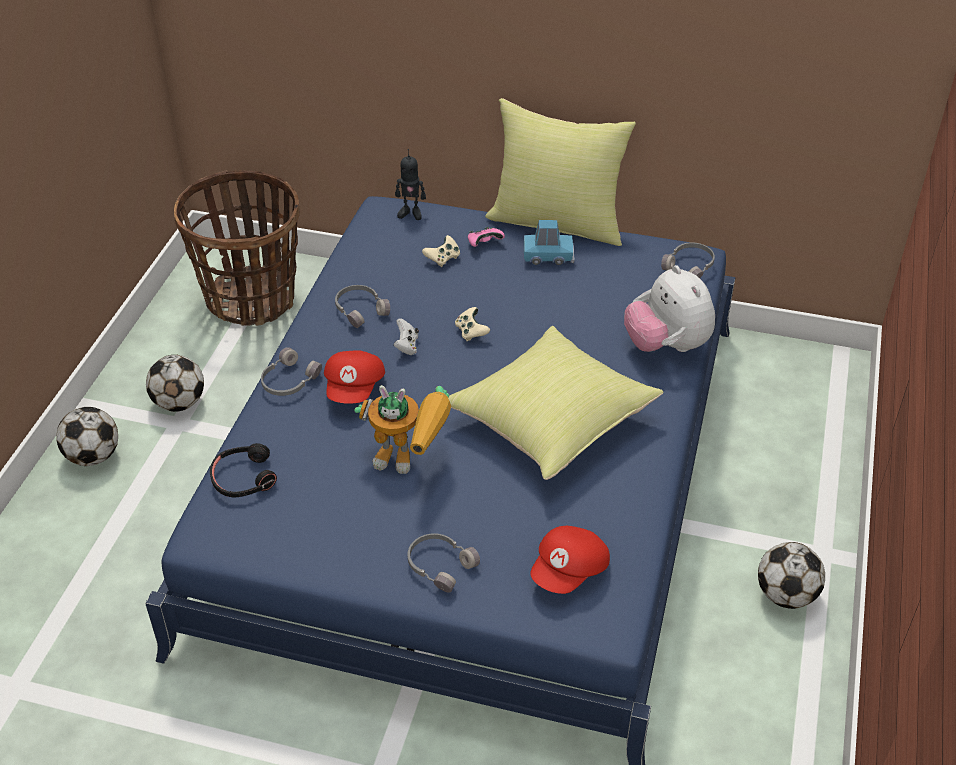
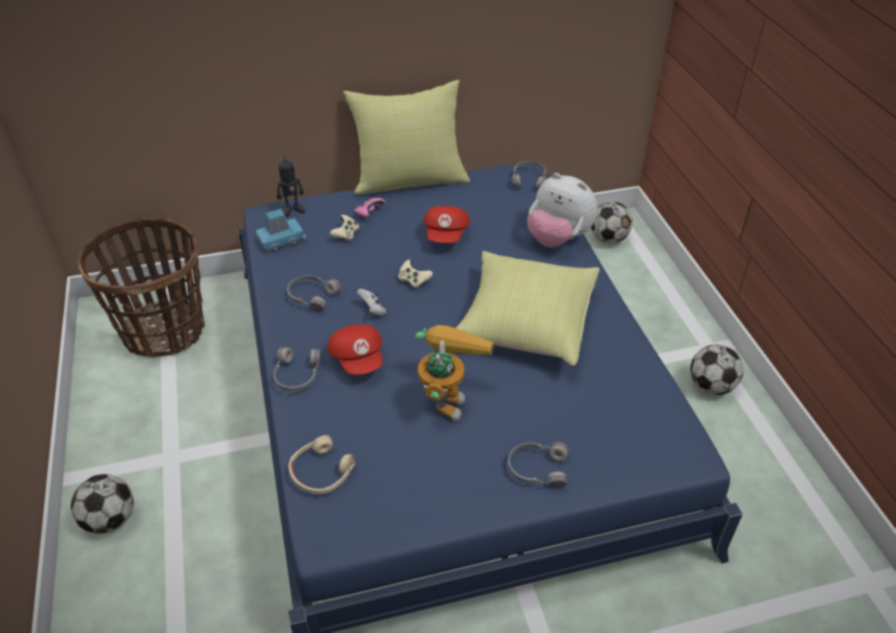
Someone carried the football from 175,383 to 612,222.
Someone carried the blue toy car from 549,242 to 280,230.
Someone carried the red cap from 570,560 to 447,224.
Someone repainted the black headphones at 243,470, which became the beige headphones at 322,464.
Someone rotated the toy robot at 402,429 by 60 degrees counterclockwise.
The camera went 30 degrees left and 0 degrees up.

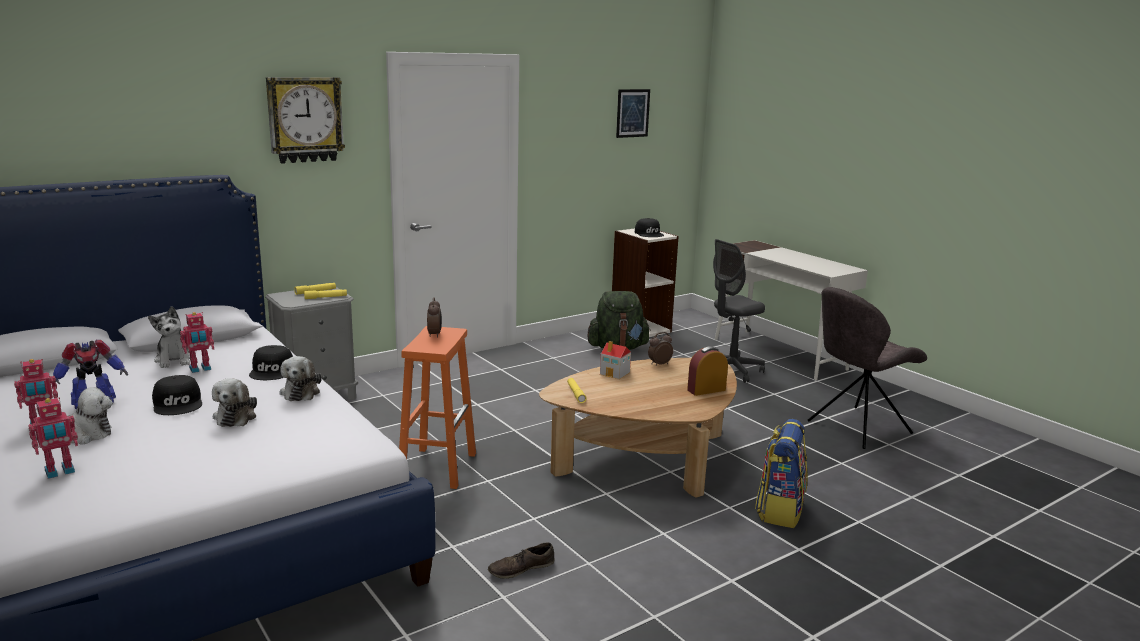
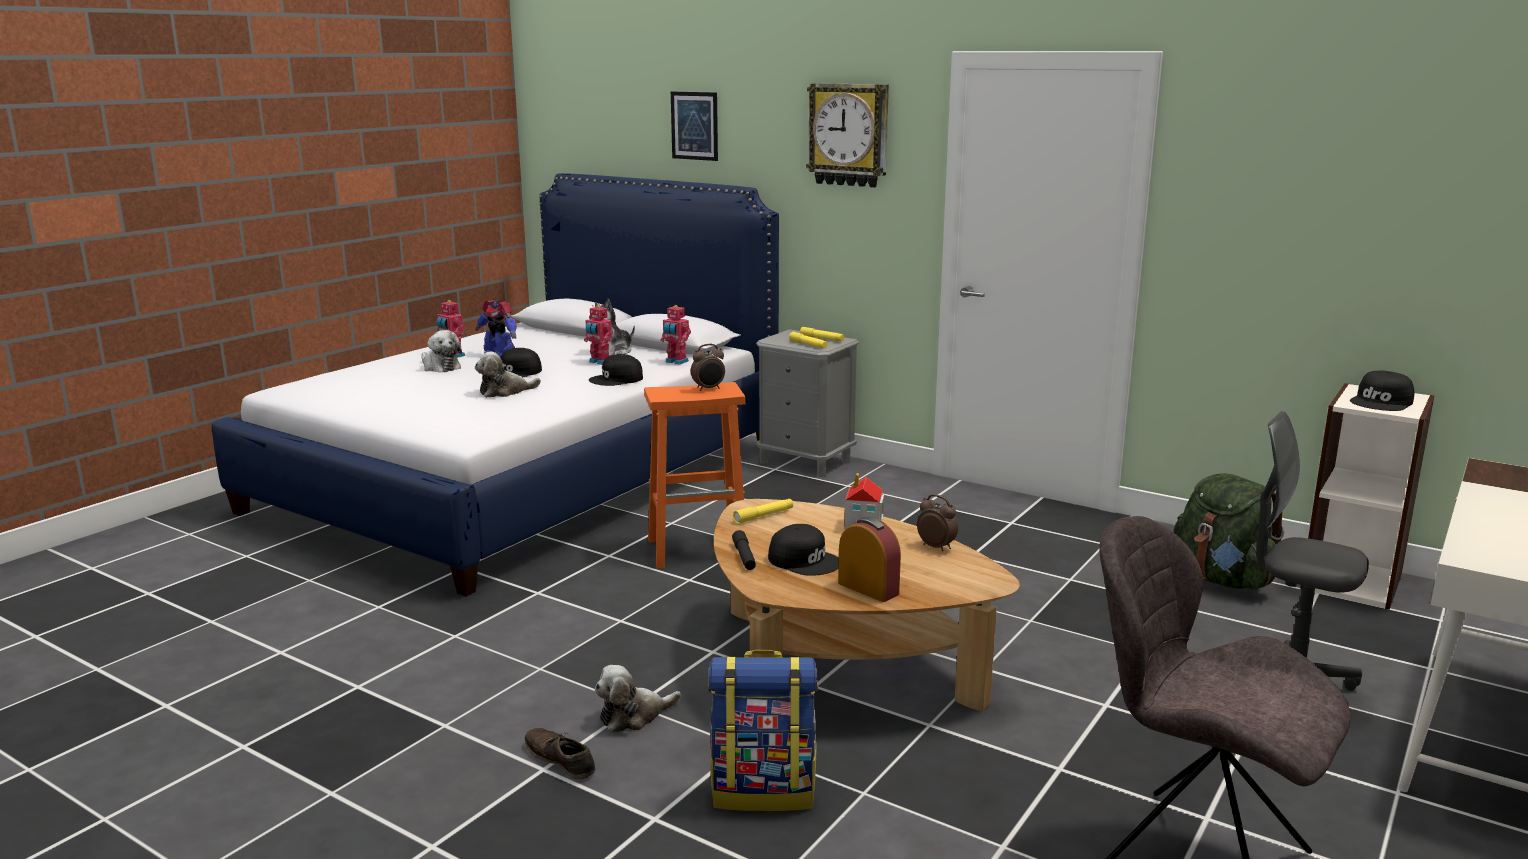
Someone put down the black flashlight at 744,550.
Someone put down the black cap at 803,550.
Someone carried the toy robot from 53,438 to 676,335.
Someone carried the plush toy from 300,378 to 638,699.
Someone carried the brown shoe from 521,561 to 560,754.
Someone carried the picture from 633,113 to 694,126.
The camera went 70 degrees right and 0 degrees up.

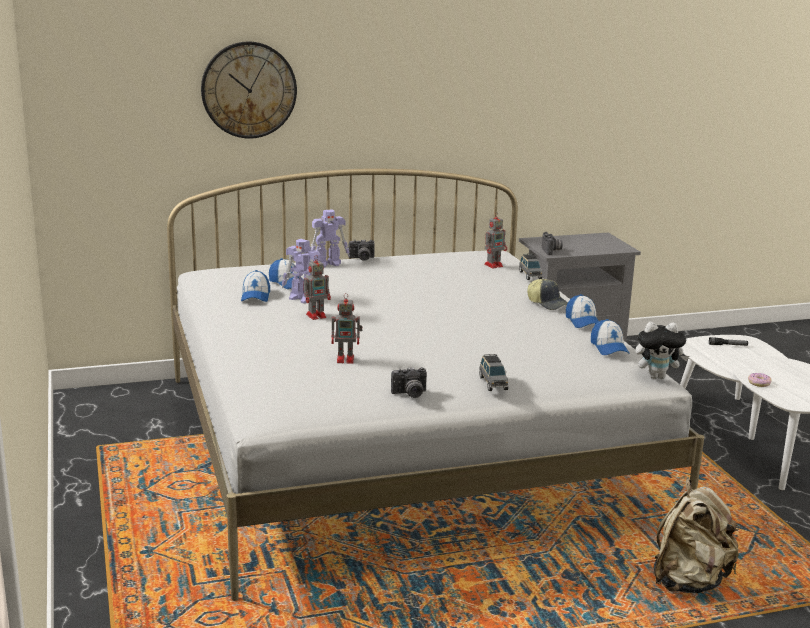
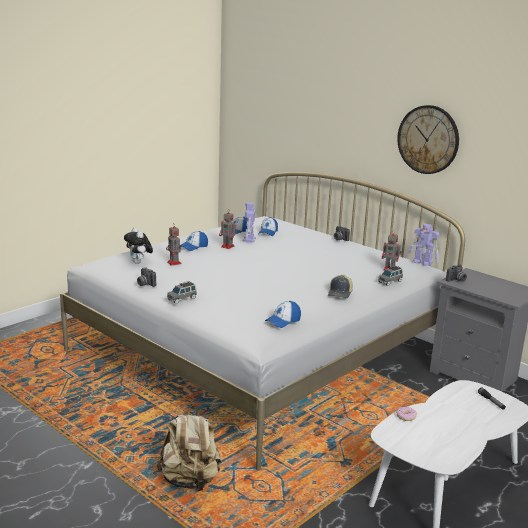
Someone carried the wall clock from 249,90 to 428,139.
Someone carried the toy robot from 330,238 to 423,245.
Someone carried the cap from 582,311 to 194,241.
Someone carried the plush toy from 662,350 to 138,245.
The camera went 60 degrees right and 0 degrees up.

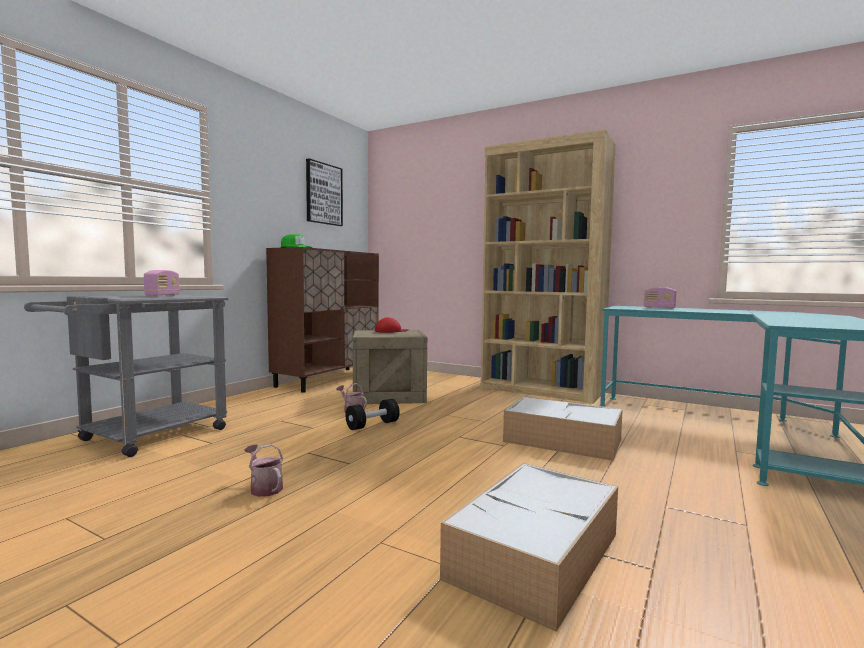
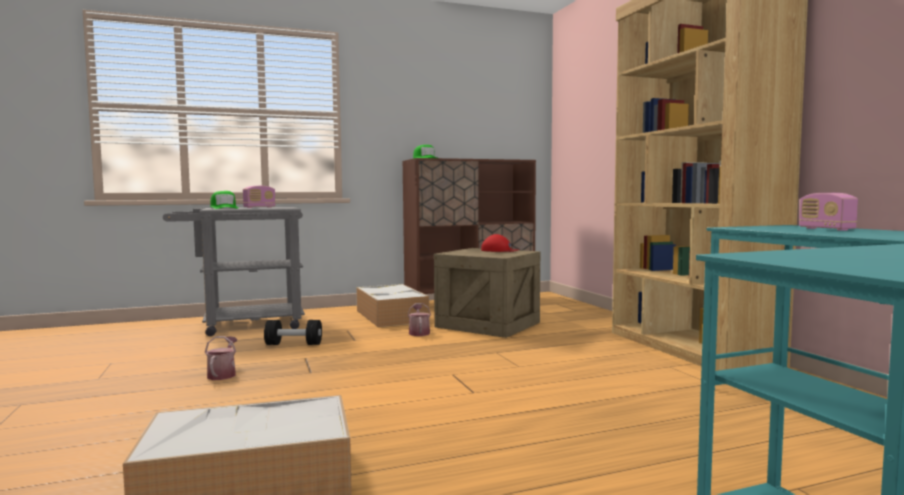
Someone took away the picture at 324,192.
Someone put down the green cap at 224,200.
Someone carried the black dumbbell from 372,414 to 293,332.
Someone carried the storage box from 563,429 to 392,305.
The camera went 40 degrees right and 0 degrees up.

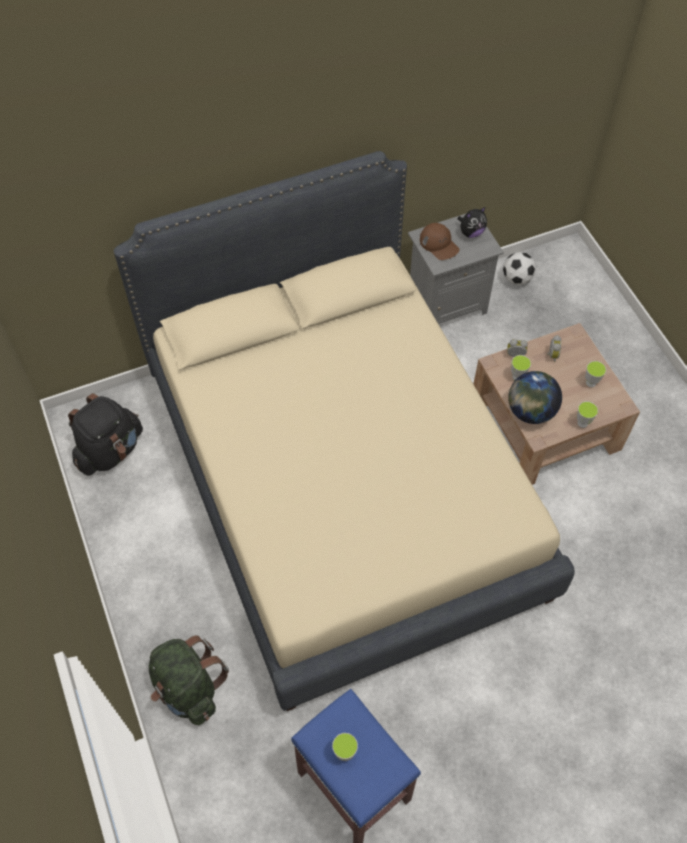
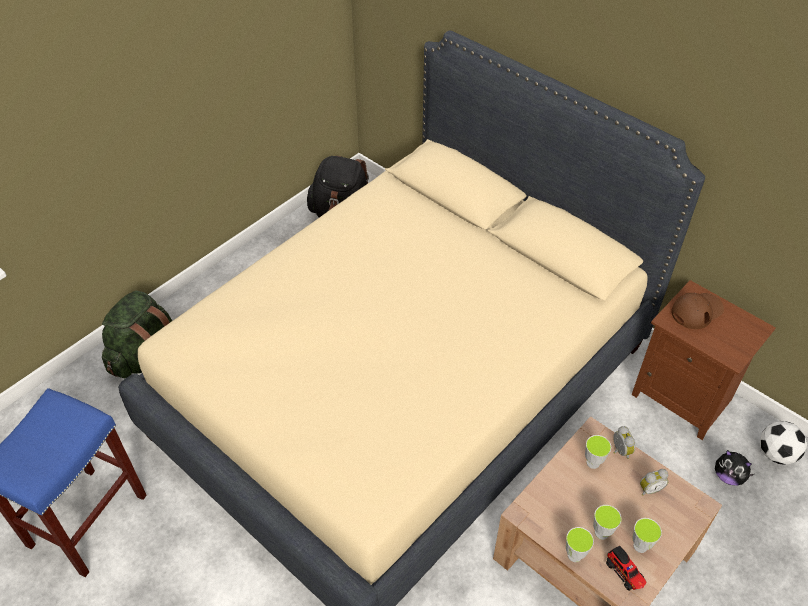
Someone took away the globe at 535,397.
Someone put down the toy truck at 626,568.
Someone carried the cup from 345,747 to 607,522.
Someone carried the plush toy from 472,222 to 734,468.
Someone repainted the grey nightstand at 456,269, which became the brown nightstand at 703,360.
Someone rotated the brown cap at 440,241 by 150 degrees counterclockwise.
The camera went 65 degrees right and 10 degrees down.

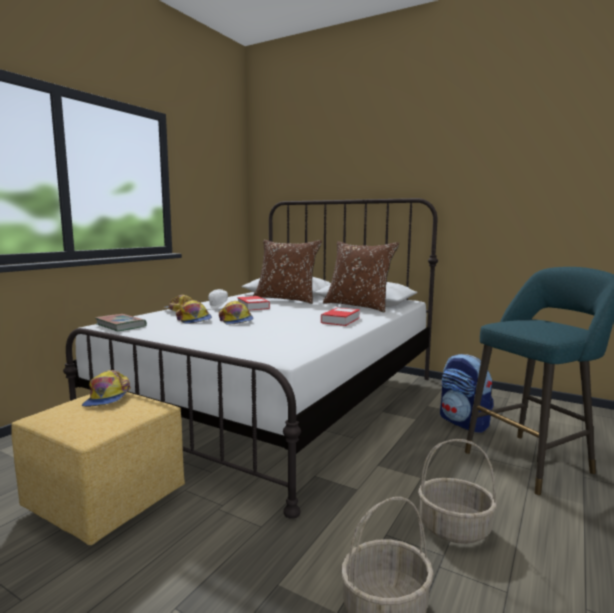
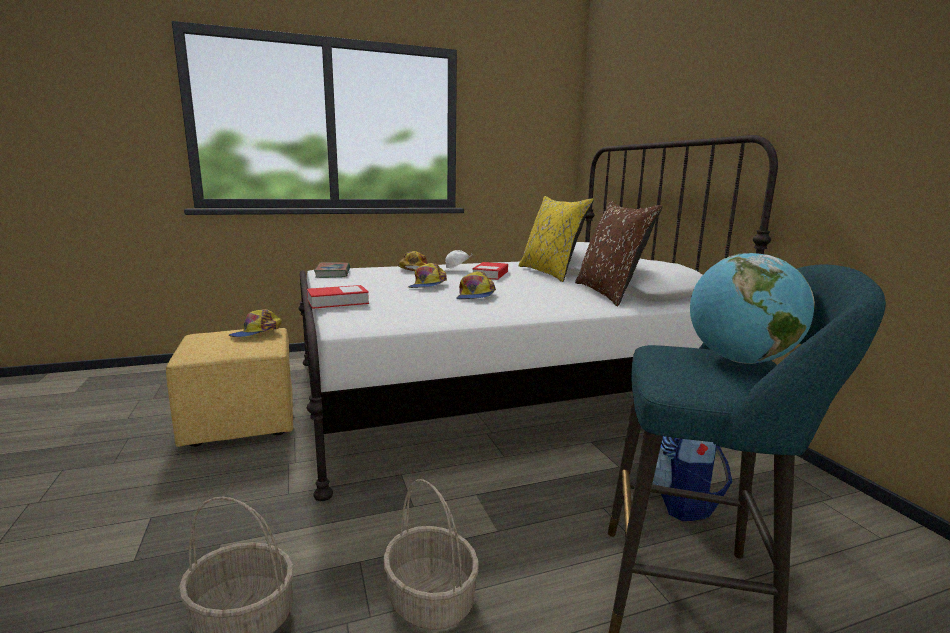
Someone put down the globe at 752,308.
Someone carried the cap from 194,312 to 476,285.
Someone carried the book from 340,316 to 338,297.
Someone repainted the brown pillow at 287,272, which became the yellow pillow at 556,239.
The camera went 40 degrees right and 5 degrees up.

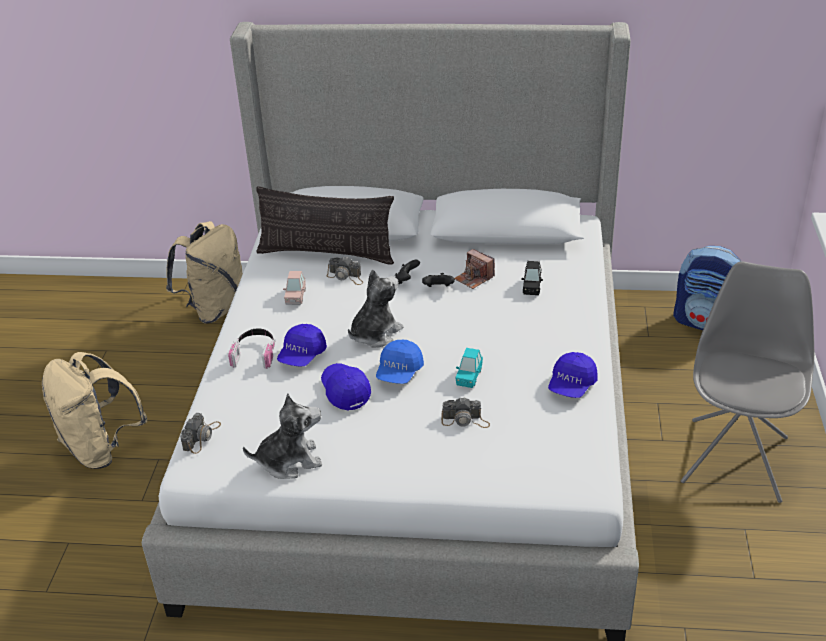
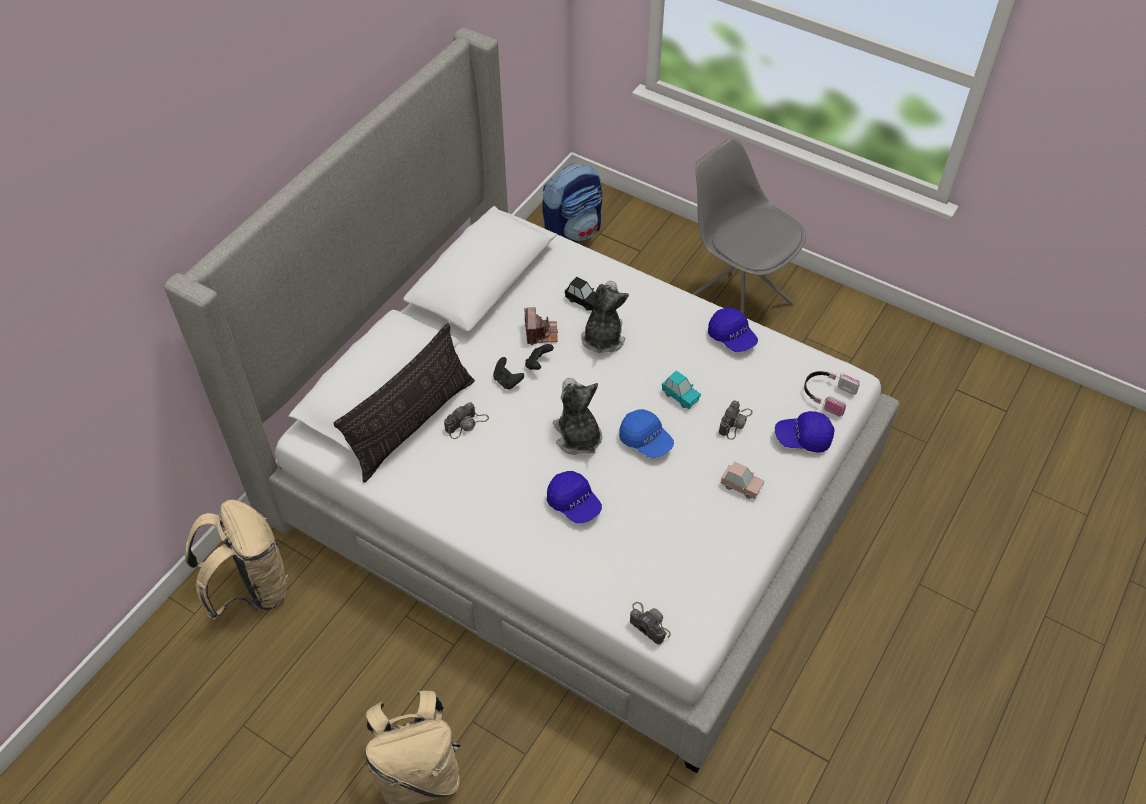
Someone carried the headphones from 251,348 to 832,394.
Someone carried the plush toy from 282,436 to 605,317.
Someone carried the pink toy car from 294,288 to 742,480.
Someone carried the blue cap from 346,387 to 805,432.
Someone rotated the photo camera at 475,269 by 75 degrees counterclockwise.
The camera went 65 degrees left and 15 degrees up.

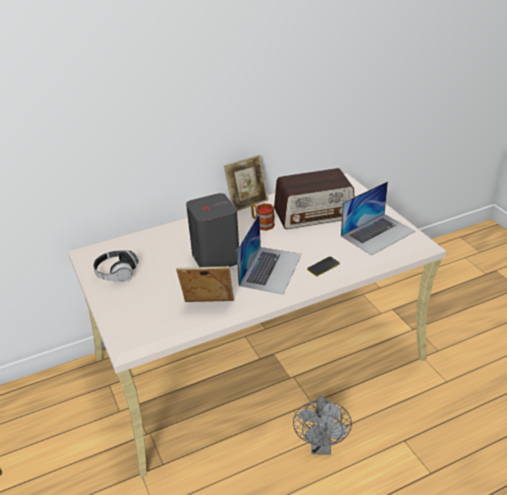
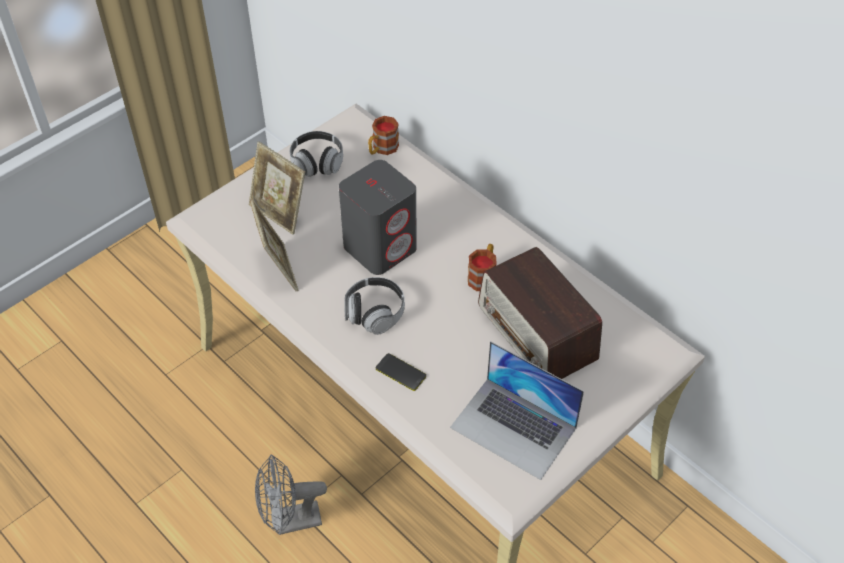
Someone put down the mug at 383,135.
Someone carried the picture frame from 246,183 to 277,188.
Someone swapped the laptop at 269,254 for the headphones at 374,306.
The camera went 70 degrees right and 15 degrees up.

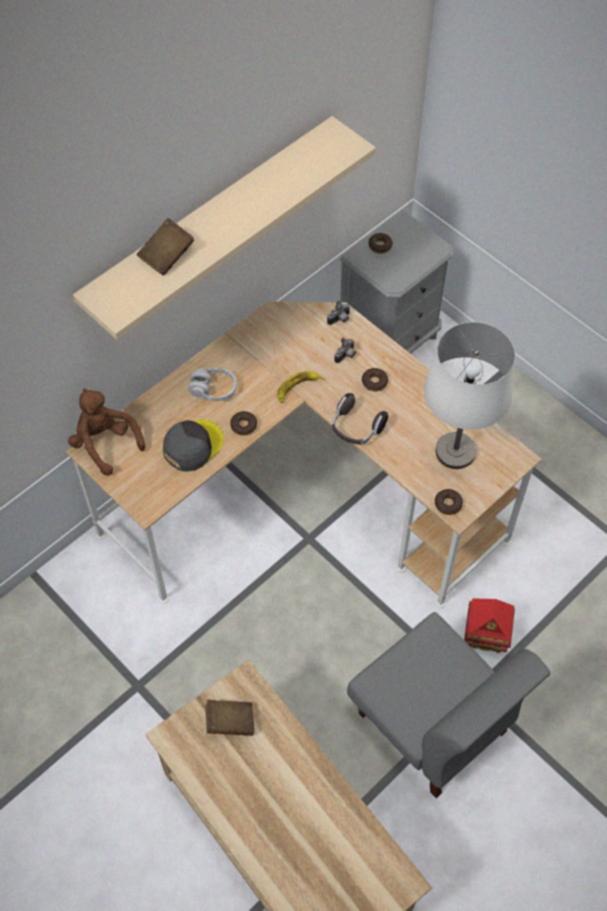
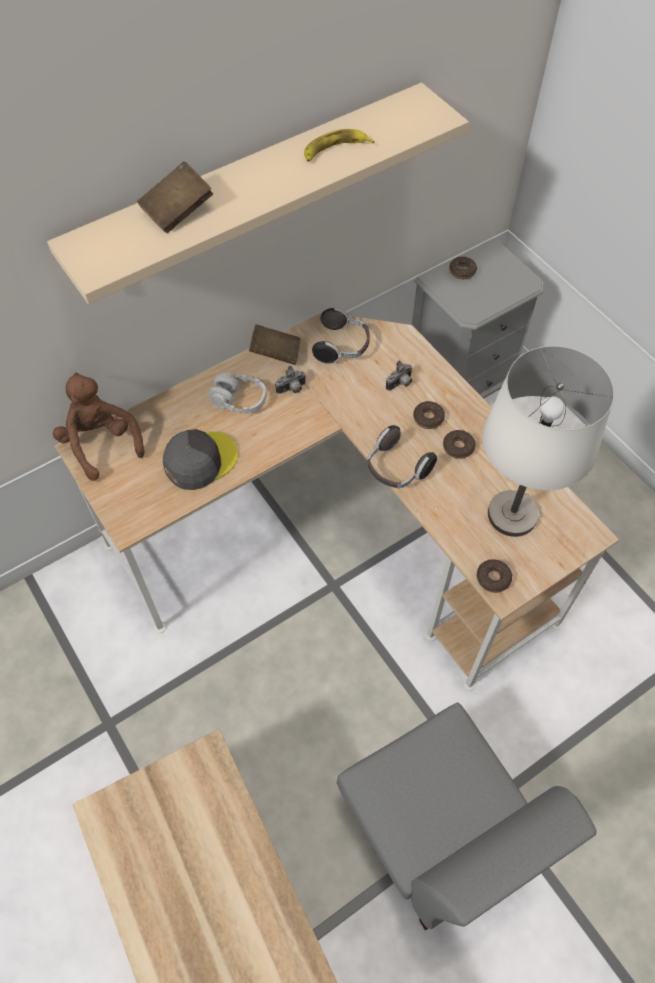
Someone took away the toy house at 489,625.
Someone put down the headphones at 341,335.
Someone carried the brown book from 229,718 to 275,344.
Someone carried the donut from 243,423 to 459,444.
Someone carried the banana from 301,387 to 339,145.
Someone carried the photo camera from 338,313 to 290,380.
The camera went 10 degrees right and 0 degrees up.

